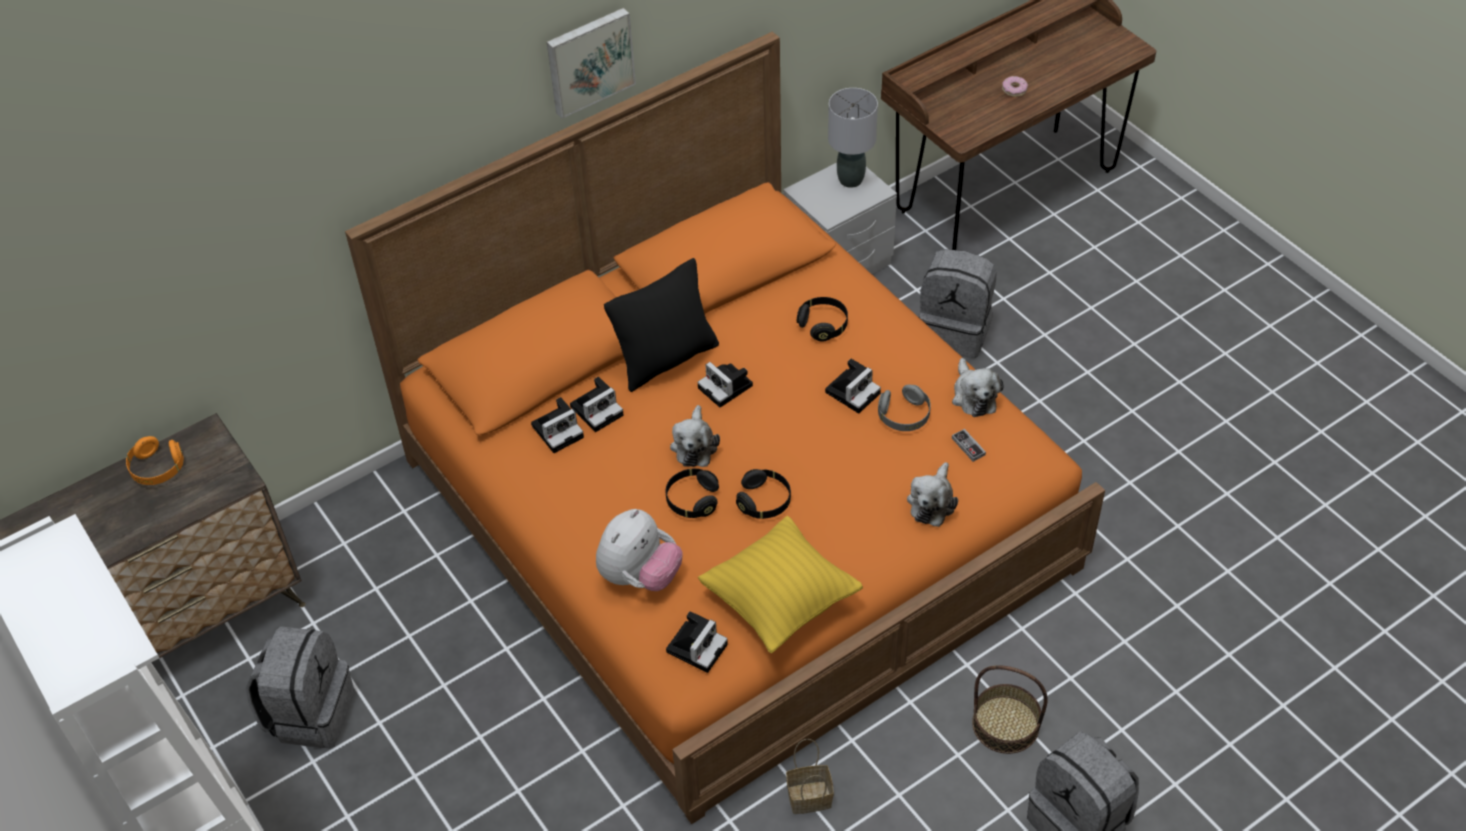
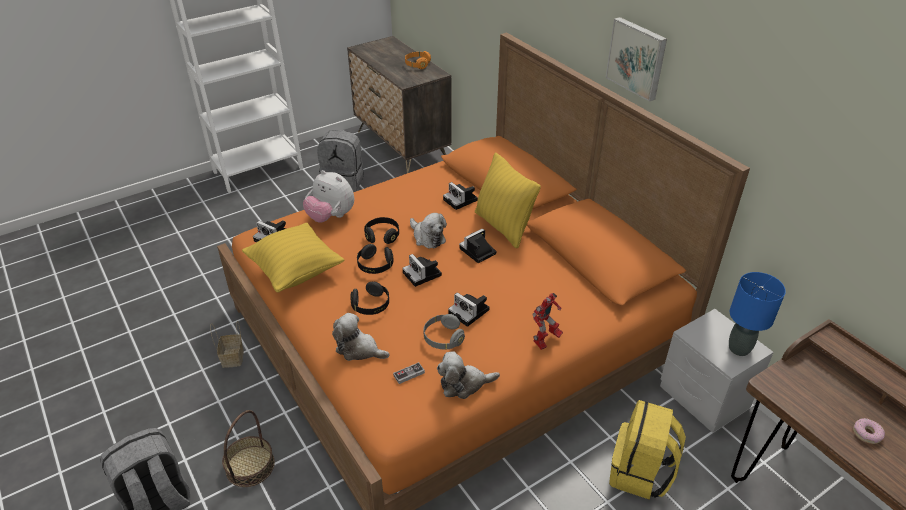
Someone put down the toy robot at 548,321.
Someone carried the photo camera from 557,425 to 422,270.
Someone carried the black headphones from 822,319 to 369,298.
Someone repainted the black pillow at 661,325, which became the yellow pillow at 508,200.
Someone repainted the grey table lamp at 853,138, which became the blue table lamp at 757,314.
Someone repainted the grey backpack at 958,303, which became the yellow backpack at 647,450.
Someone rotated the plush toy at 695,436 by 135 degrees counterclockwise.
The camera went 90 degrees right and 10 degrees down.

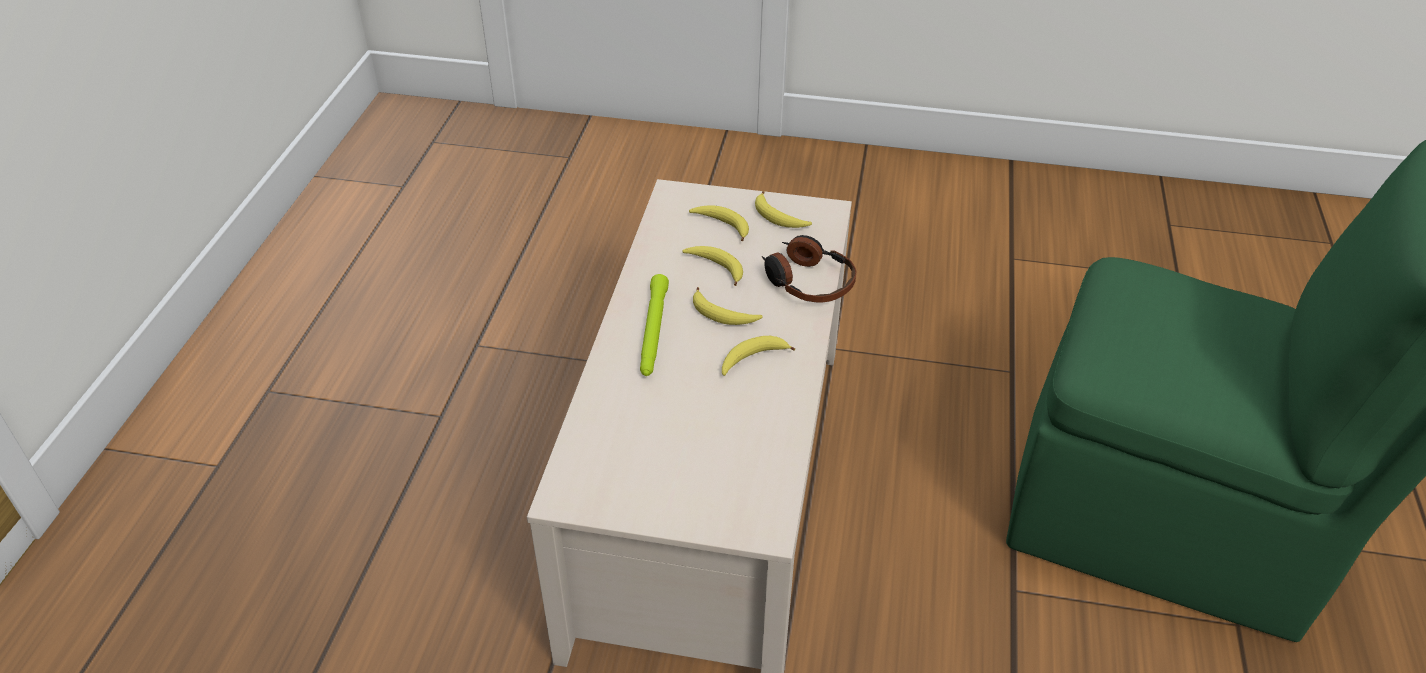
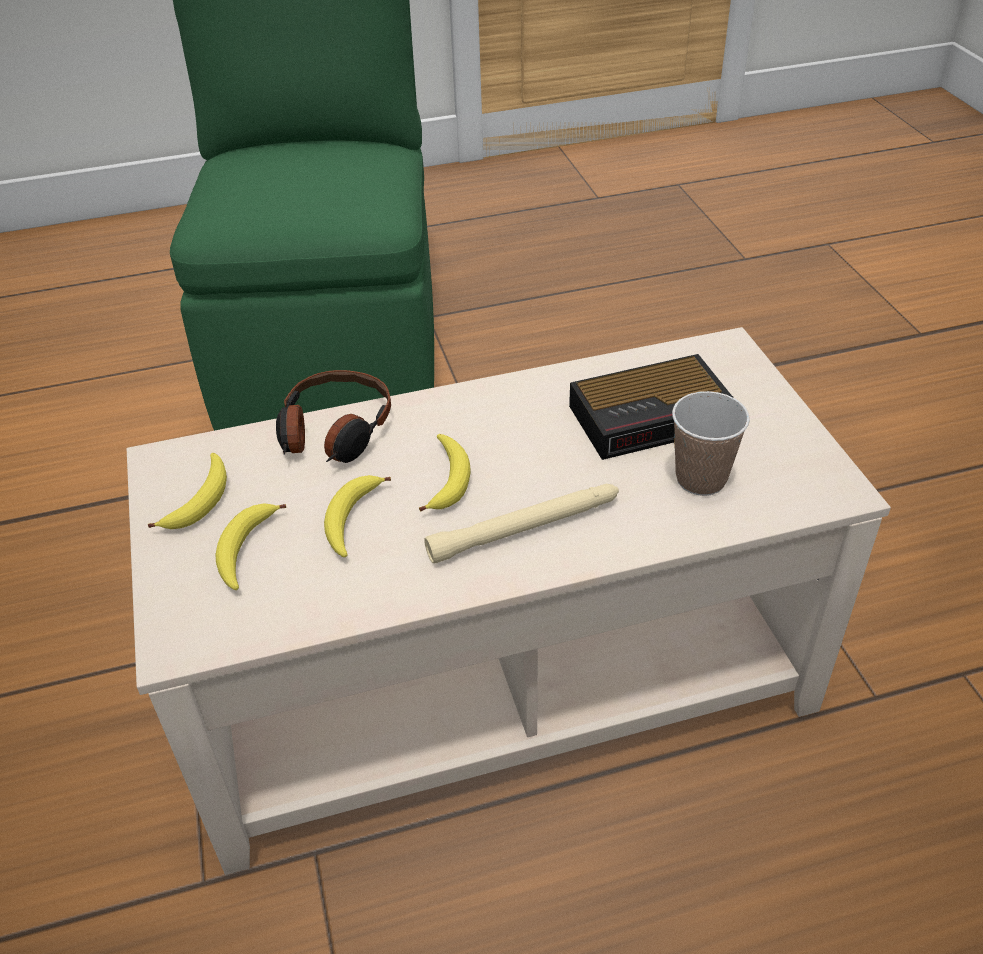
Someone took away the banana at 758,356.
Someone put down the alarm clock at 651,407.
Someone put down the cup at 711,443.
Someone repainted the green flashlight at 654,325, which became the beige flashlight at 521,523.
The camera went 115 degrees left and 0 degrees up.

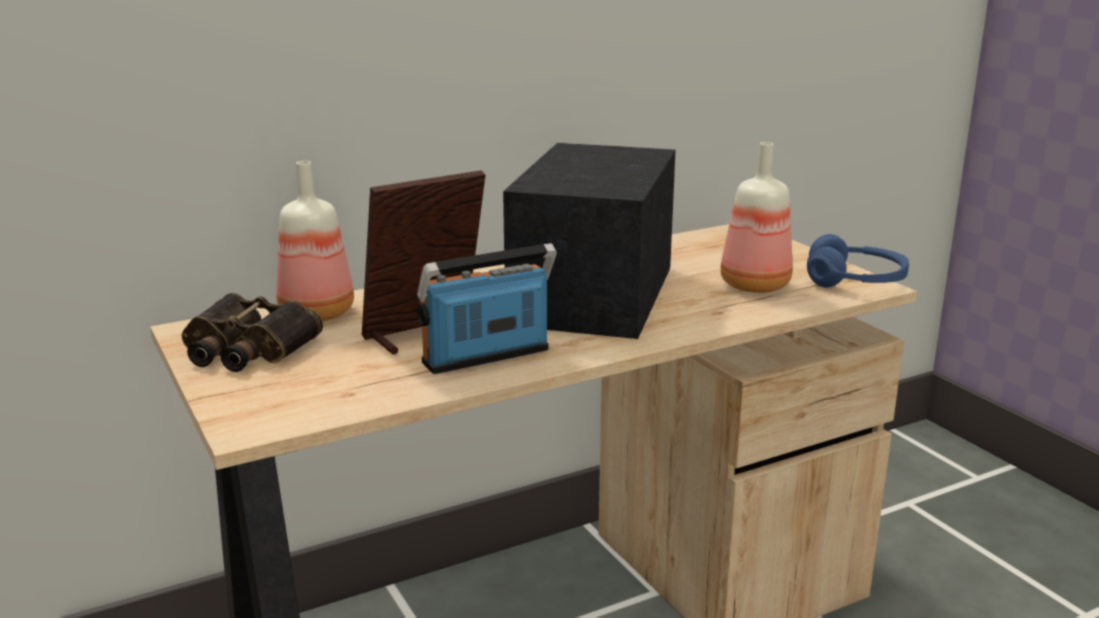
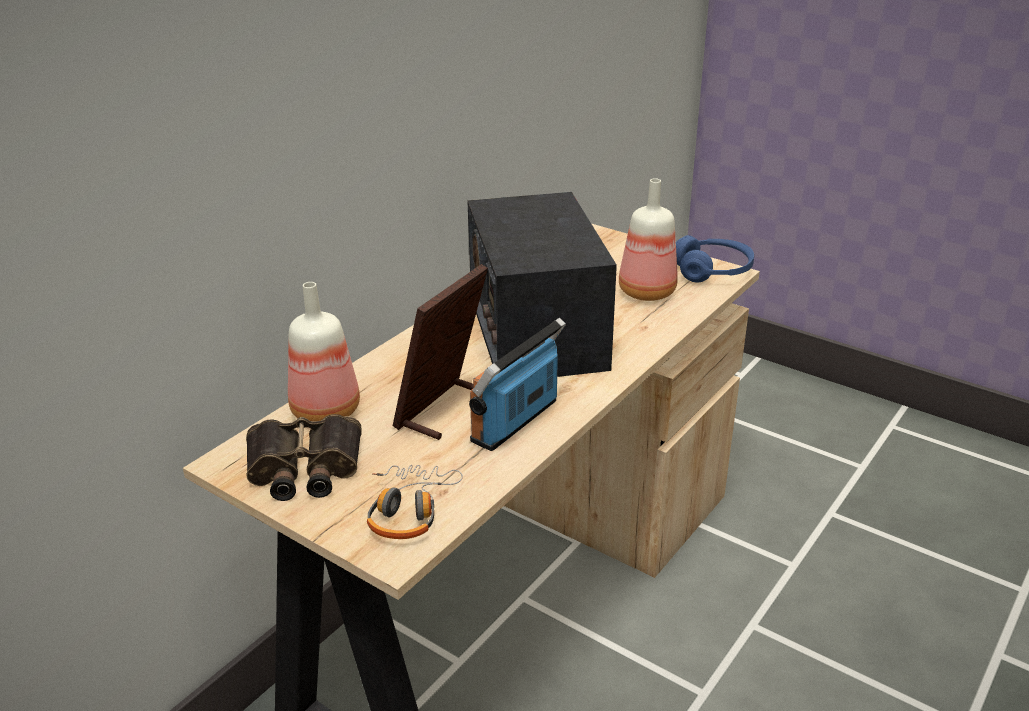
Someone put down the headphones at 415,502.
The camera went 25 degrees left and 10 degrees up.

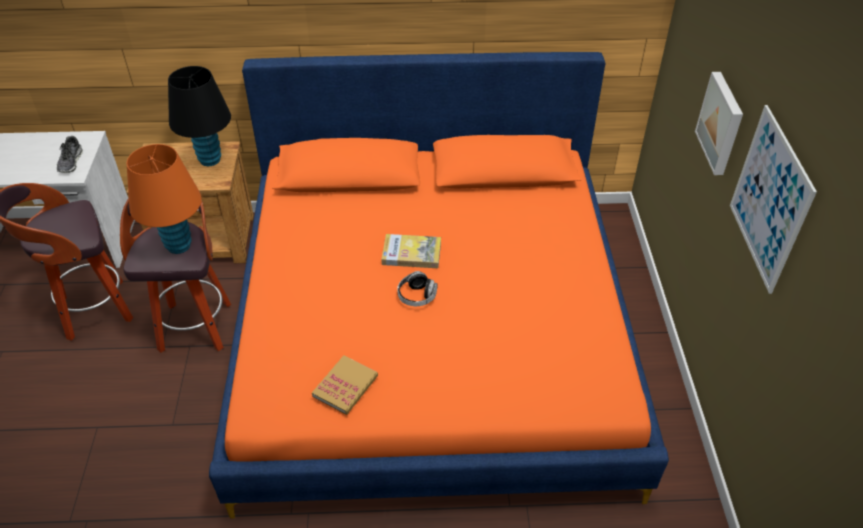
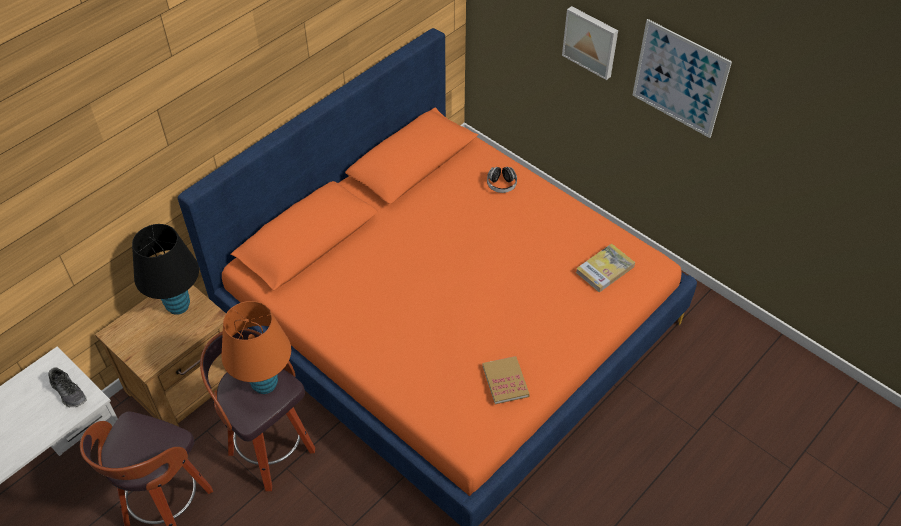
Someone carried the book from 411,251 to 605,268.
Someone carried the headphones from 417,288 to 502,180.
The camera went 45 degrees left and 5 degrees up.

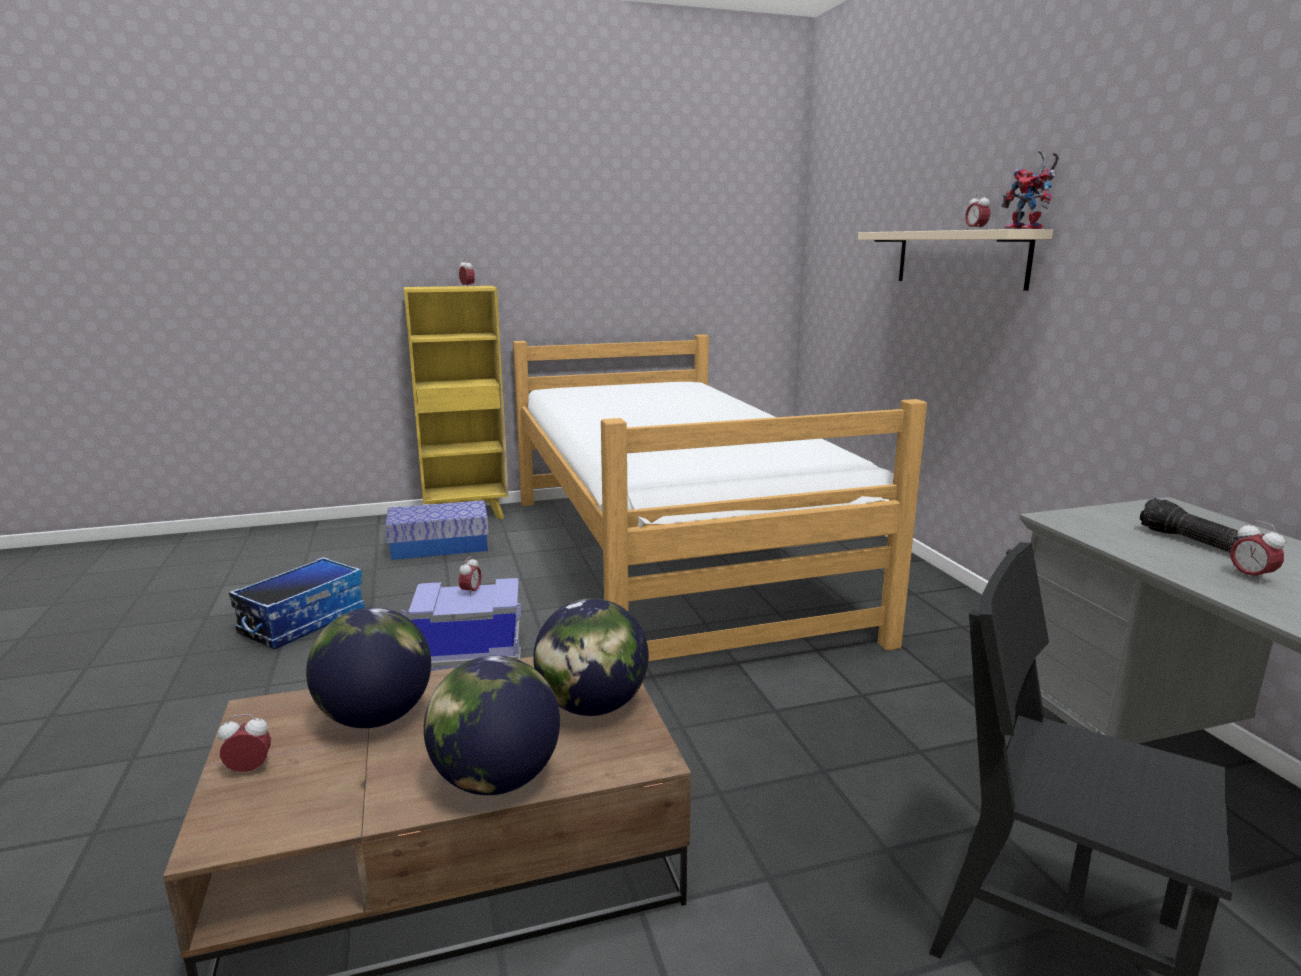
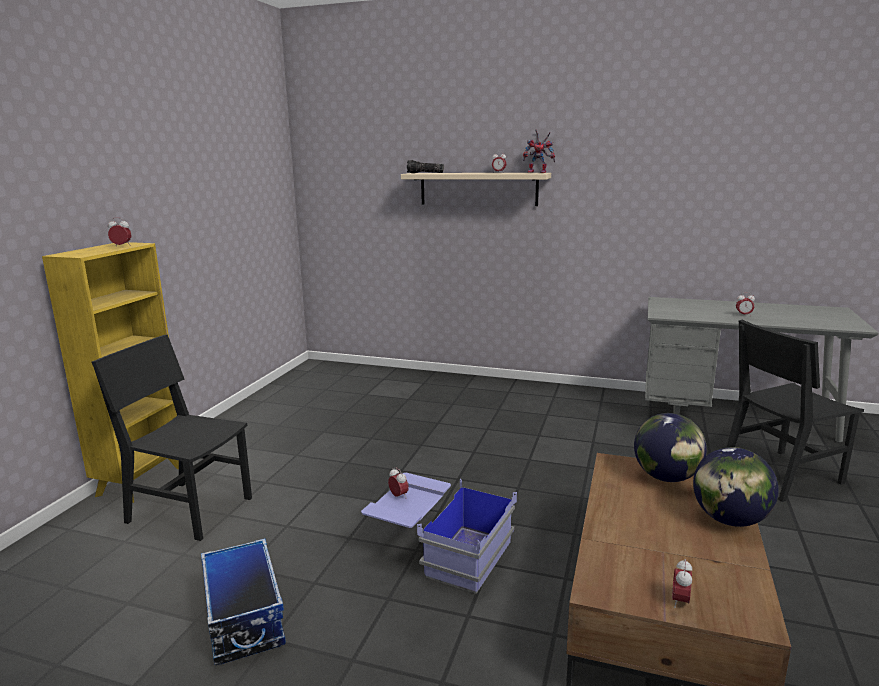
Someone took away the globe at 368,667.
Someone took away the bed at 720,497.
Someone carried the flashlight from 1196,525 to 425,166.
Someone swapped the storage box at 437,530 for the black chair at 172,437.
The camera went 55 degrees left and 0 degrees up.

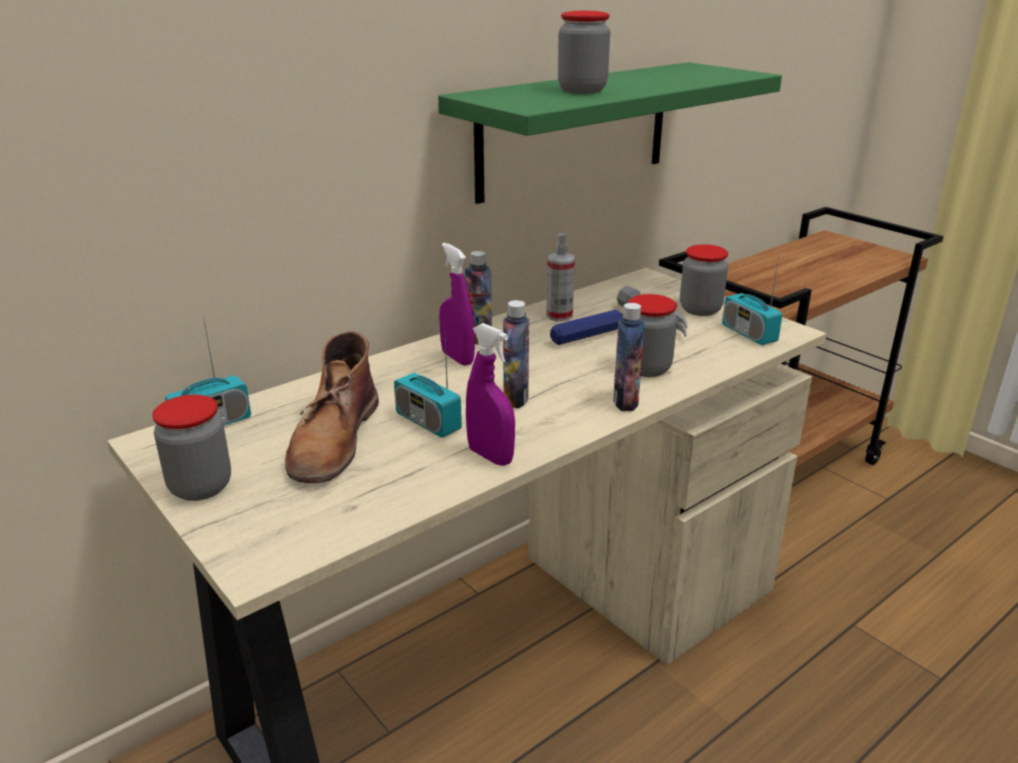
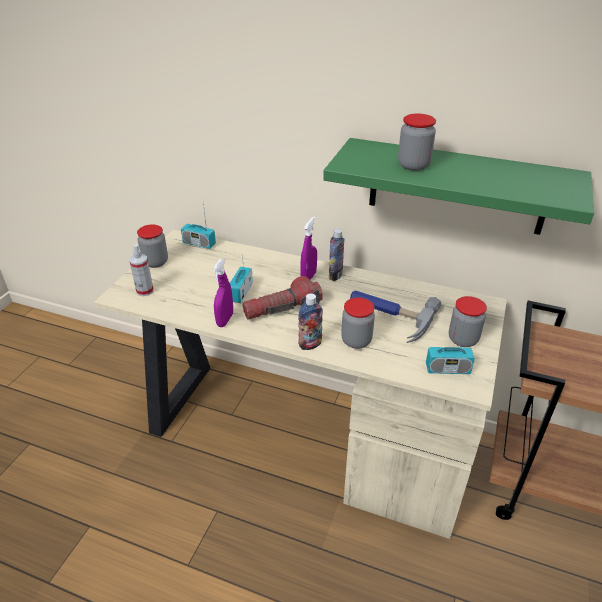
Someone took away the brown boot at 332,407.
Someone carried the spray bottle from 560,277 to 141,270.
Someone swapped the bottle at 516,354 for the flashlight at 282,298.
Someone rotated the radio at 752,297 by 120 degrees counterclockwise.
The camera went 60 degrees right and 10 degrees up.

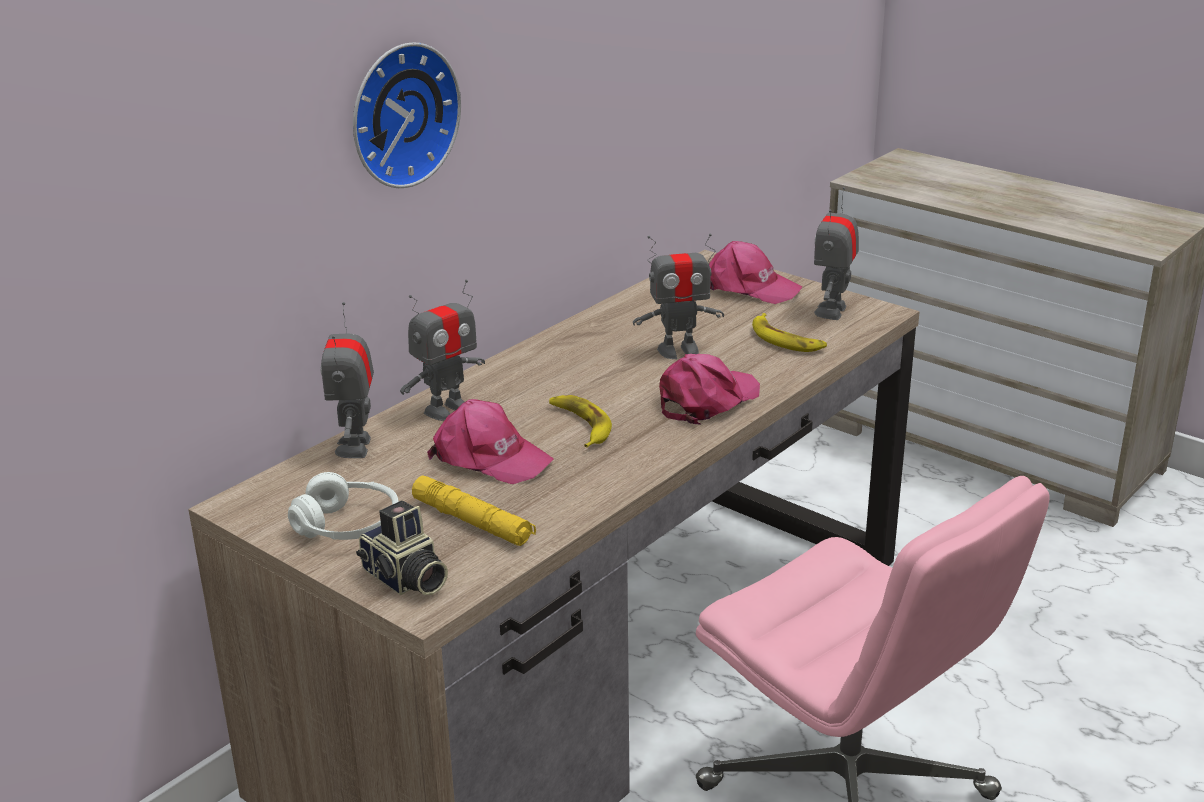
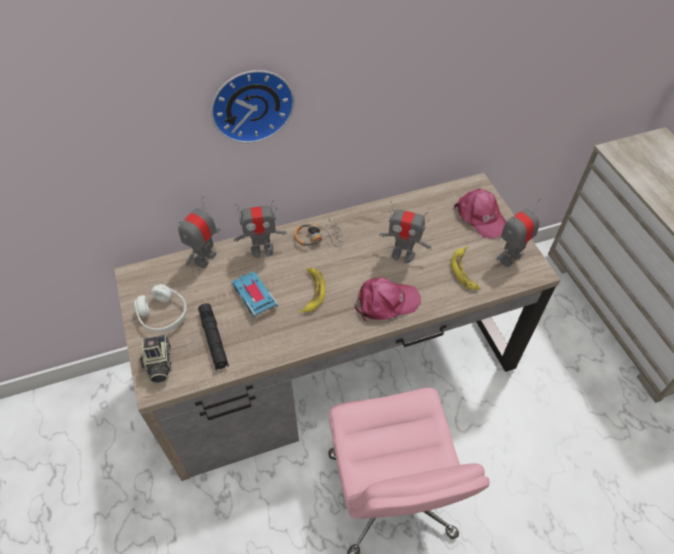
Someone put down the headphones at 319,233.
Someone swapped the pink cap at 490,441 for the toy car at 254,294.
Someone repainted the yellow flashlight at 474,510, which became the black flashlight at 213,337.
The camera went 30 degrees right and 25 degrees up.

